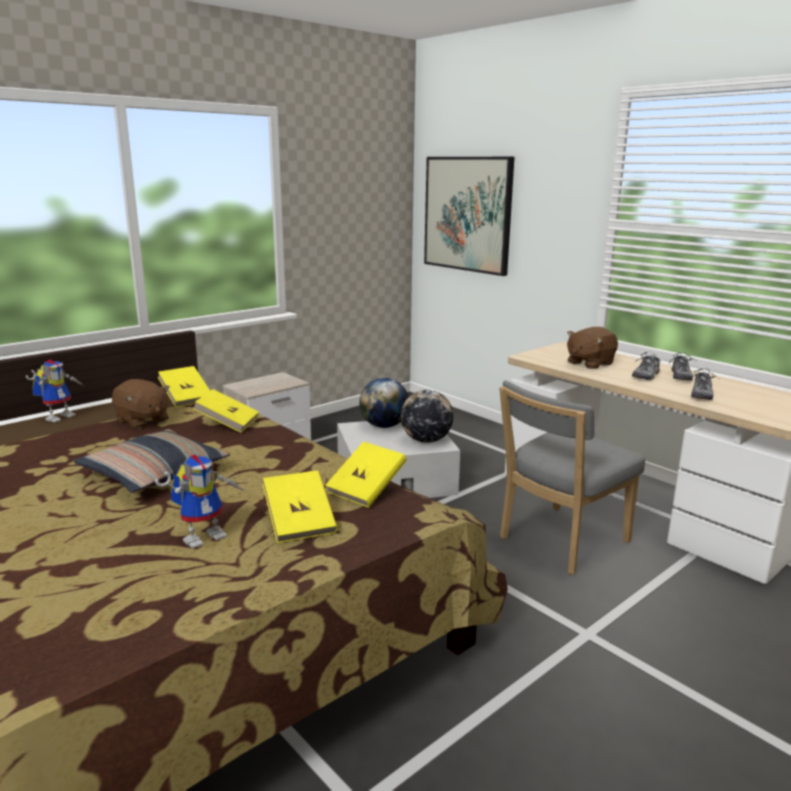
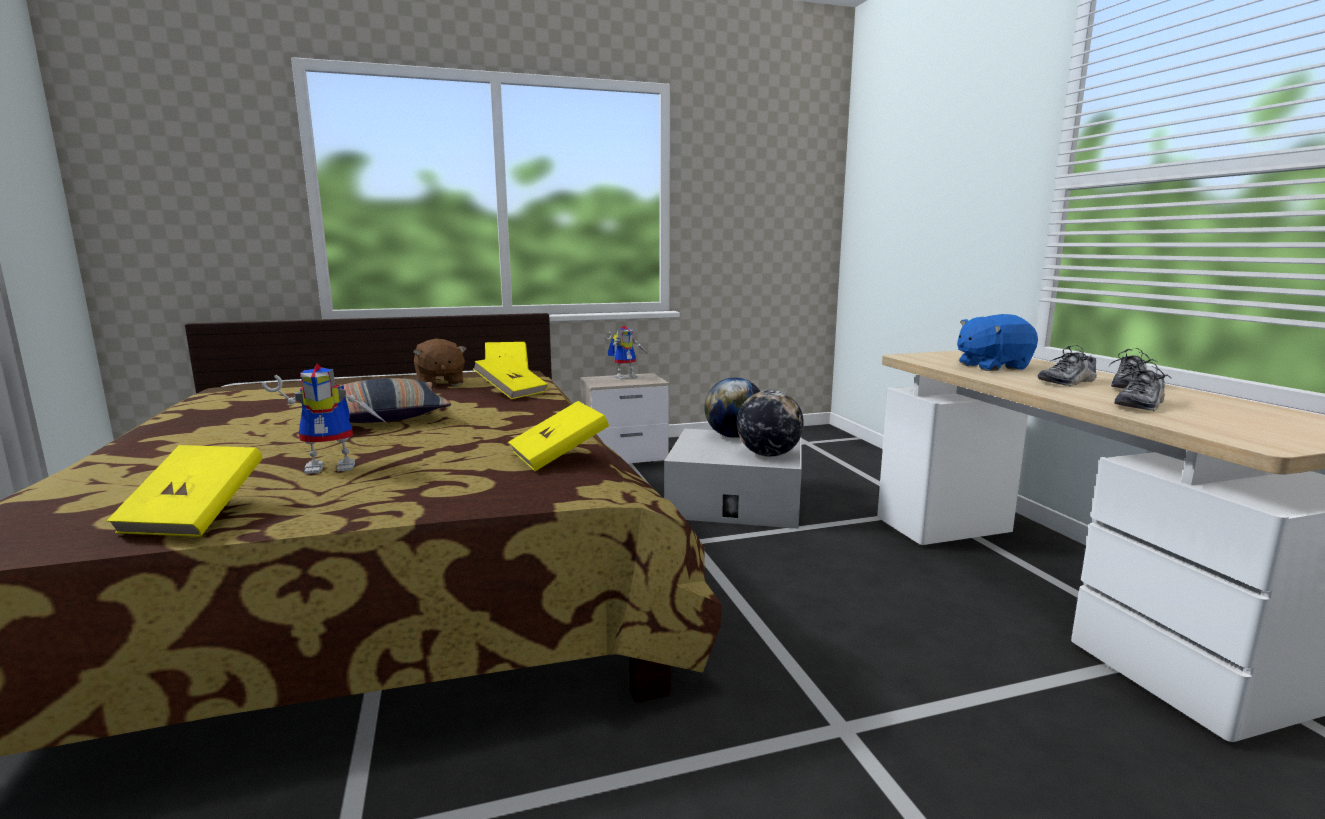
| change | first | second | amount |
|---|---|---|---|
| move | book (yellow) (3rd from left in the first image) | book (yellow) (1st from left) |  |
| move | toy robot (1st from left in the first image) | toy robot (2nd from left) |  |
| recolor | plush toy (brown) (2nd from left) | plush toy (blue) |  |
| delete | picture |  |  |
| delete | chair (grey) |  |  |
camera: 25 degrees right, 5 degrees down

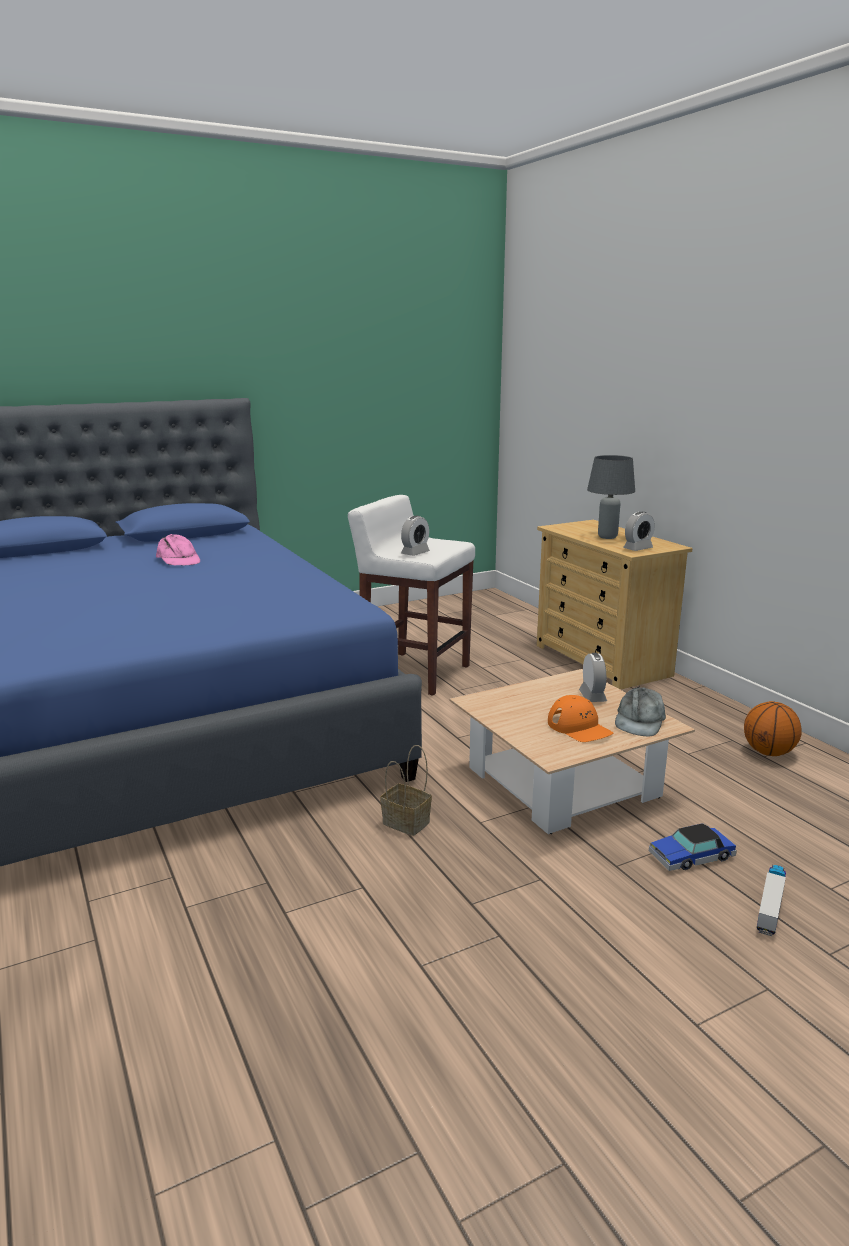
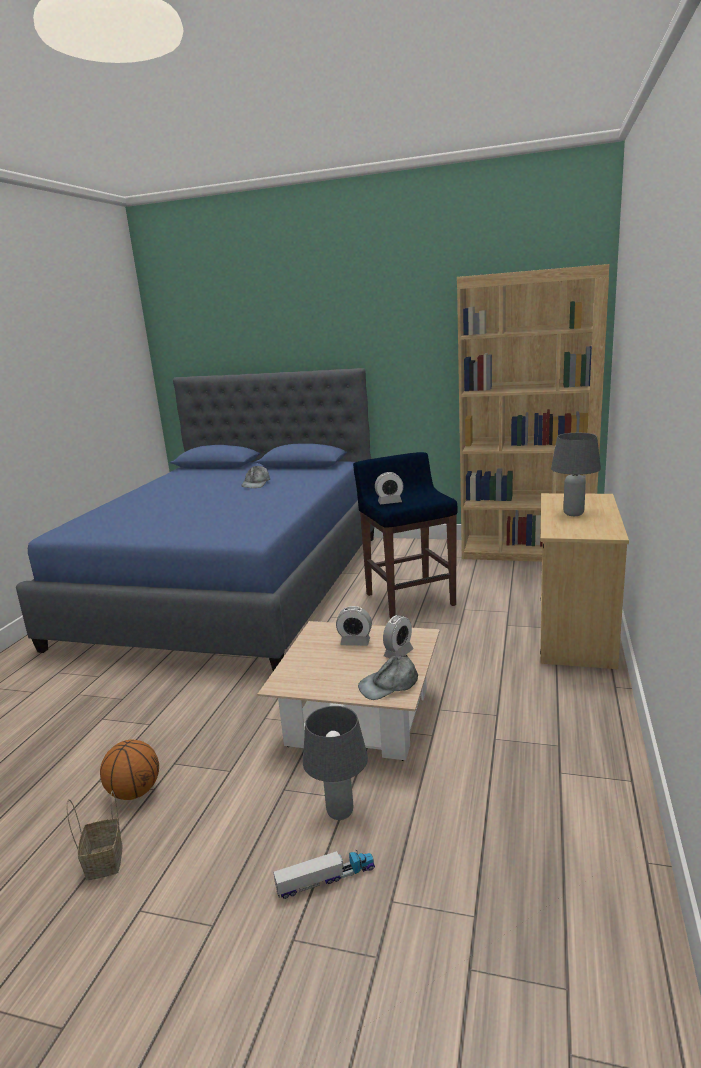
| change | first | second | amount |
|---|---|---|---|
| move | basket |  |  |
| move | basketball |  |  |
| recolor | cap (pink) | cap (grey) (1st from left) |  |
| replace | toy car | table lamp (grey) (1st from left) |  |
| move | alarm clock (3rd from left in the first image) | alarm clock (1st from left) |  |
| recolor | stool (white) | stool (blue) |  |
| insert |  | bookcase (brown) |  |
| delete | cap (orange) |  |  |
camera: 45 degrees right, 0 degrees up

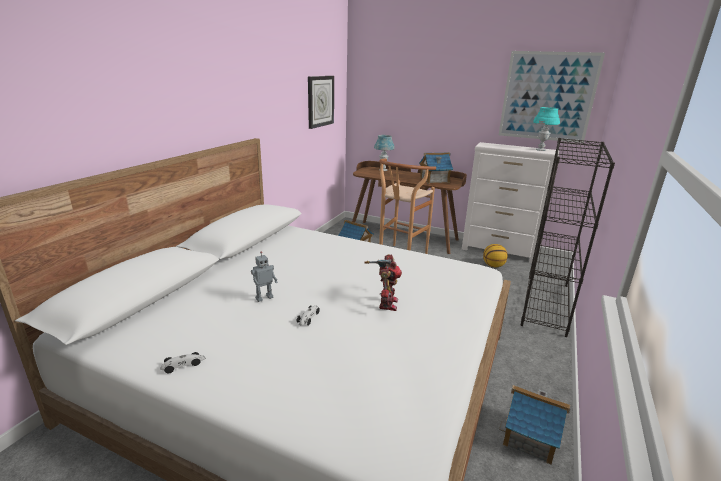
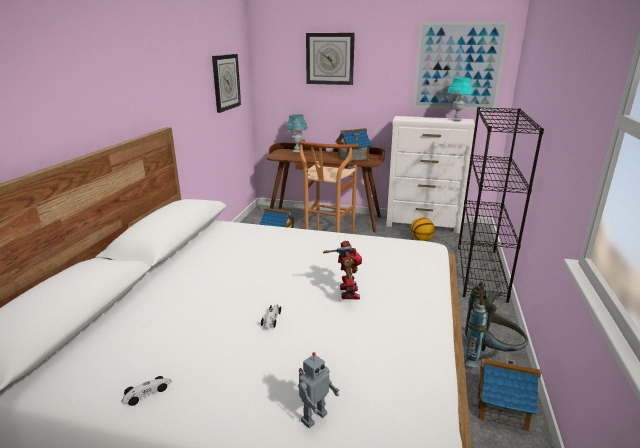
| change | first | second | amount |
|---|---|---|---|
| move | toy robot (1st from left) |  |  |
| insert |  | wall clock (2nd from left) |  |
| insert |  | backpack (grey) |  |
camera: 10 degrees left, 0 degrees up

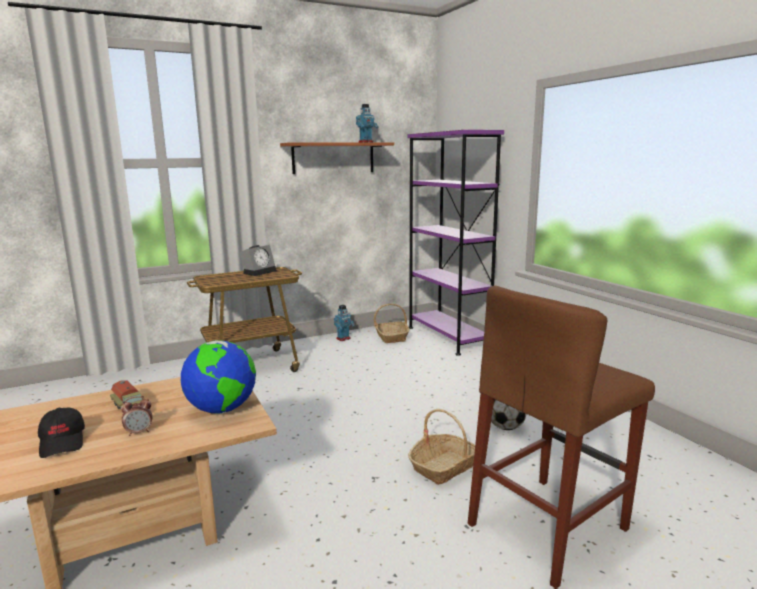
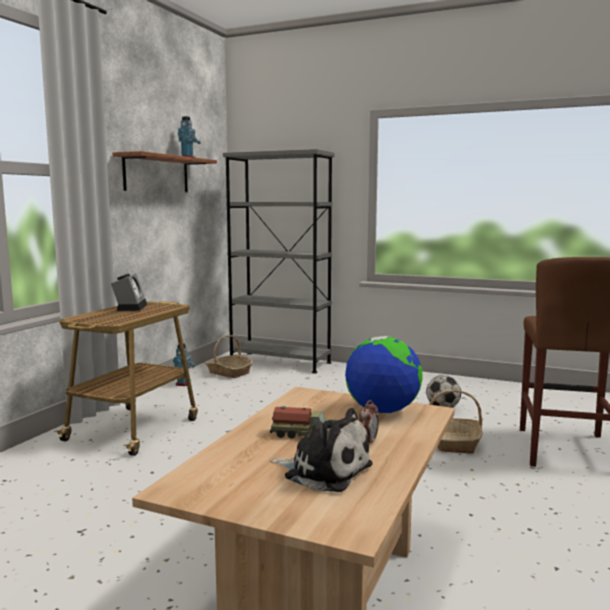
| change | first | second | amount |
|---|---|---|---|
| recolor | bookcase (purple) | bookcase (grey) |  |
| replace | cap (black) | plush toy |  |
camera: 40 degrees left, 5 degrees down

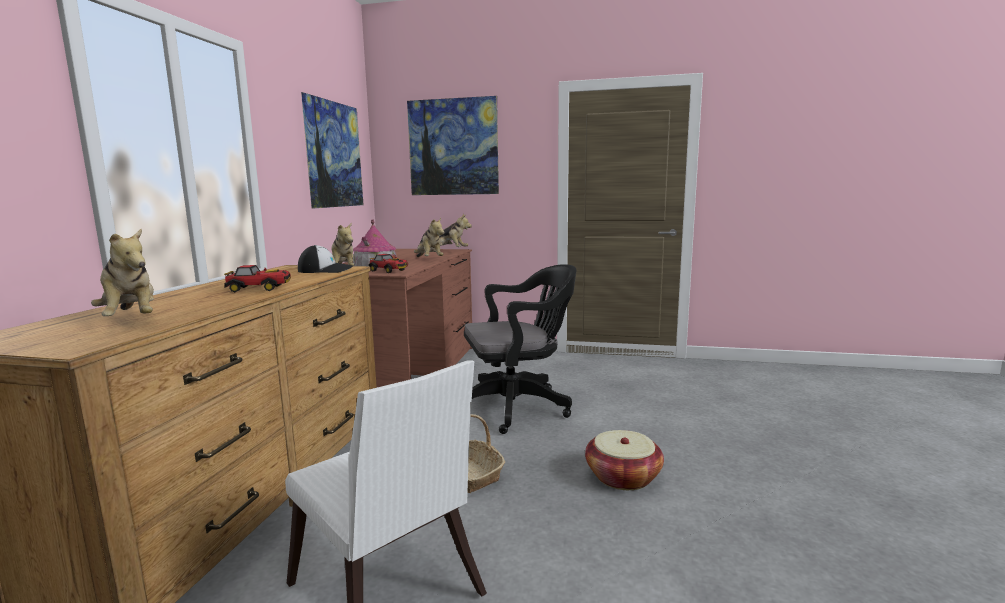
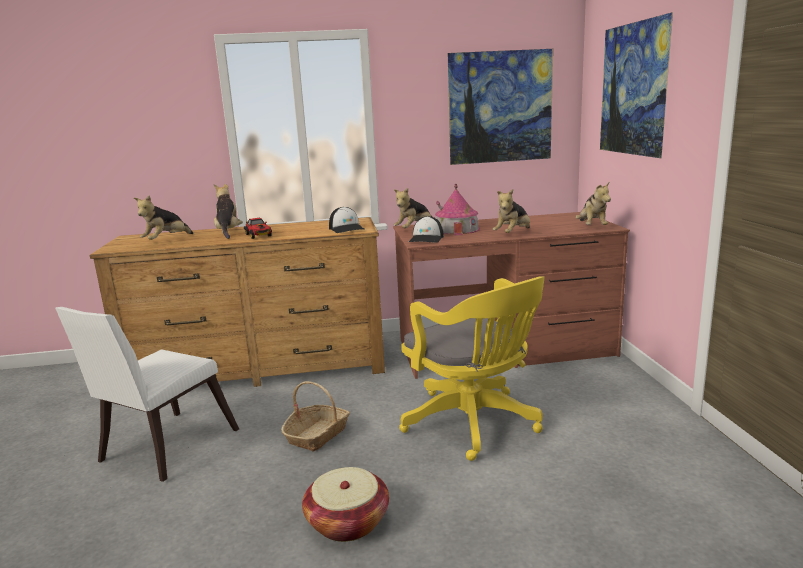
| change | first | second | amount |
|---|---|---|---|
| insert |  | plush toy (2nd from left) |  |
| recolor | office chair (black) | office chair (yellow) |  |
| replace | toy car (2nd from left) | cap (2nd from left) |  |
camera: 70 degrees right, 5 degrees up

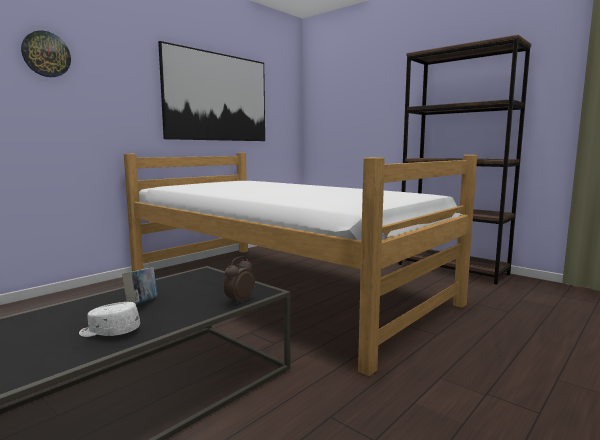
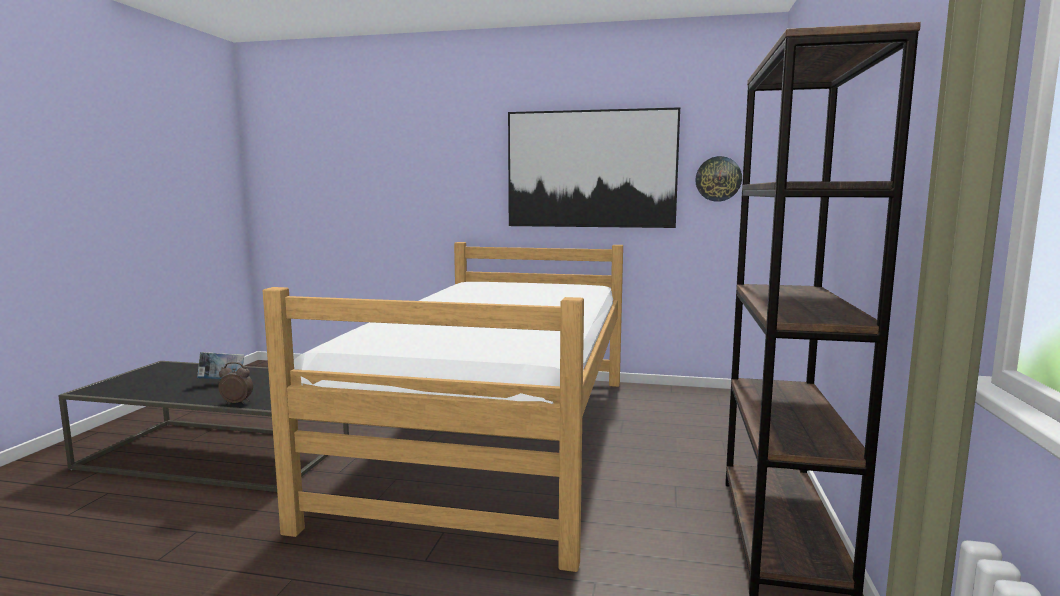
| change | first | second | amount |
|---|---|---|---|
| move | wall clock |  |  |
| delete | cap (white) |  |  |
camera: 60 degrees right, 0 degrees up

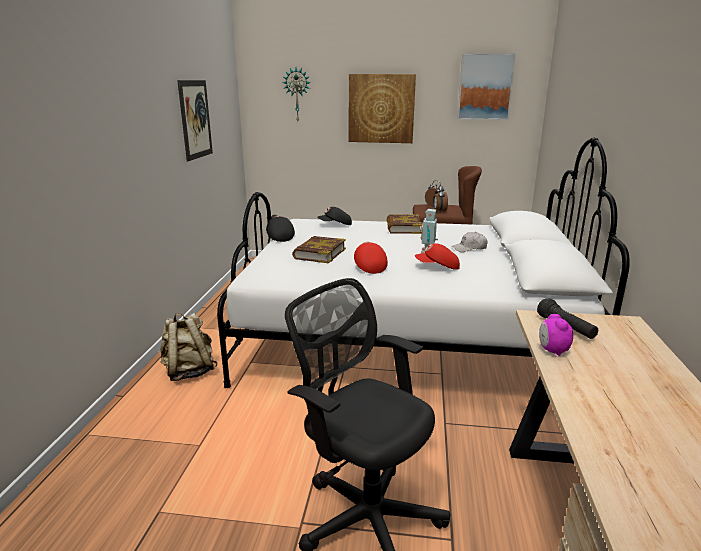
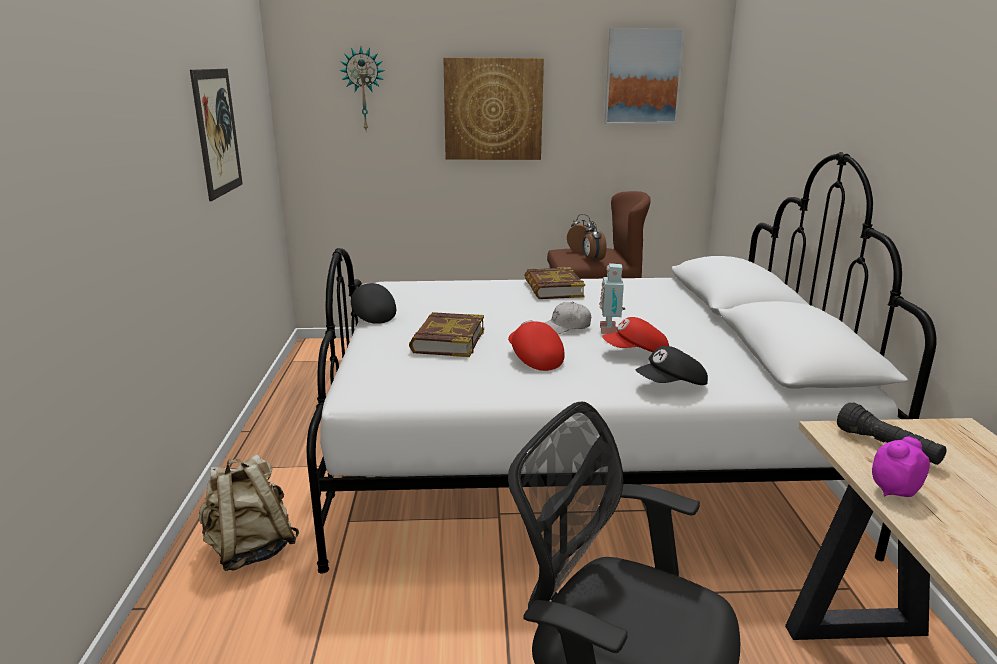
| change | first | second | amount |
|---|---|---|---|
| move | cap (white) |  |  |
| move | cap (black) (2nd from left) |  |  |
| rotate | alarm clock (3rd from left) |  | 75 degrees clockwise |
camera: 10 degrees left, 0 degrees up

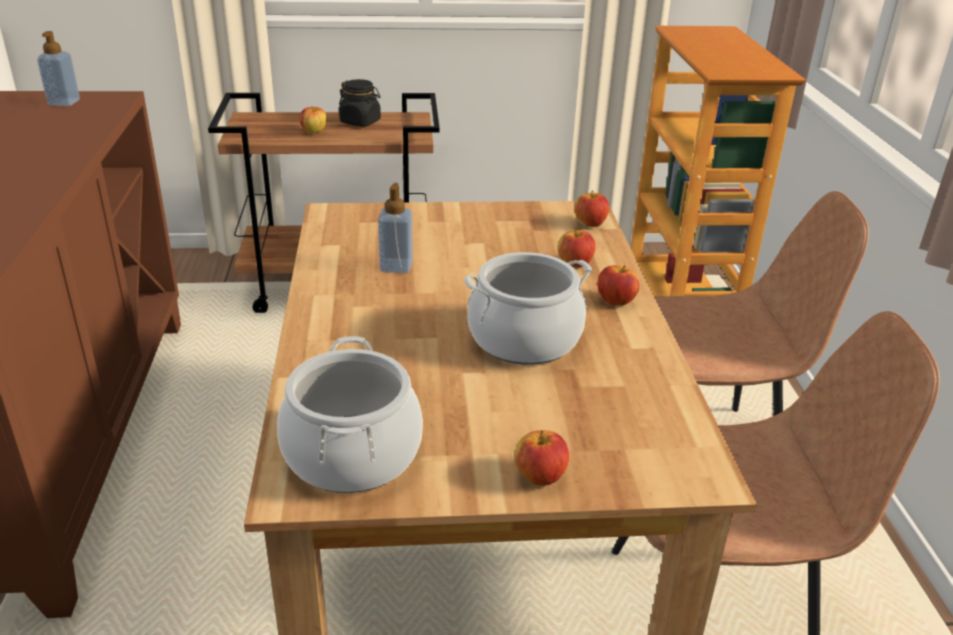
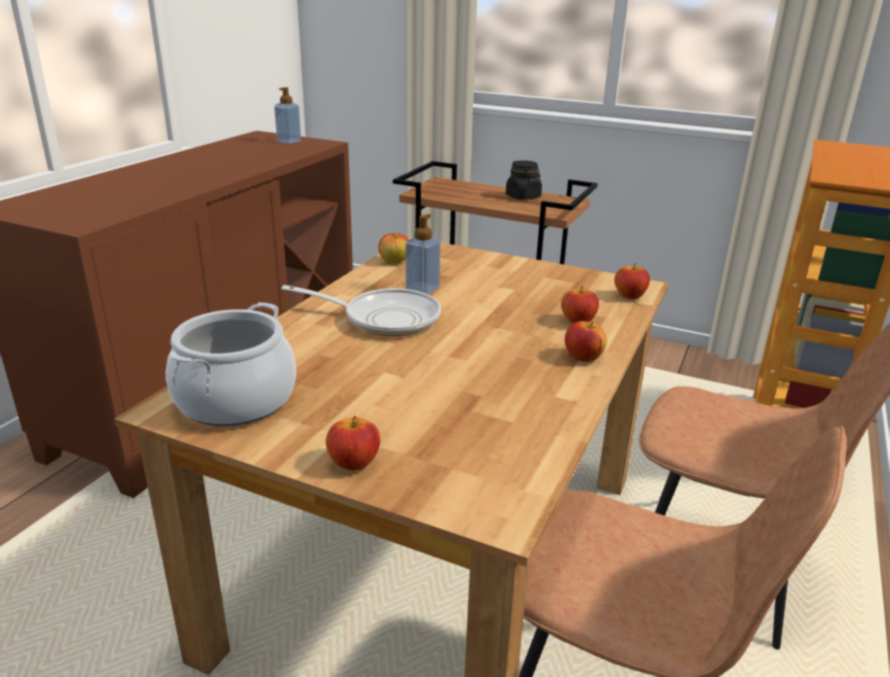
| change | first | second | amount |
|---|---|---|---|
| insert |  | frying pan |  |
| move | apple (1st from left in the first image) | apple (2nd from left) |  |
| delete | cooking pot (2nd from left) |  |  |
camera: 30 degrees right, 5 degrees down

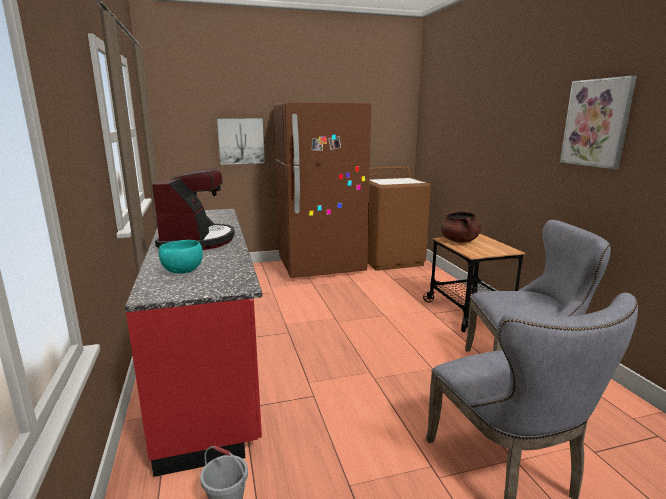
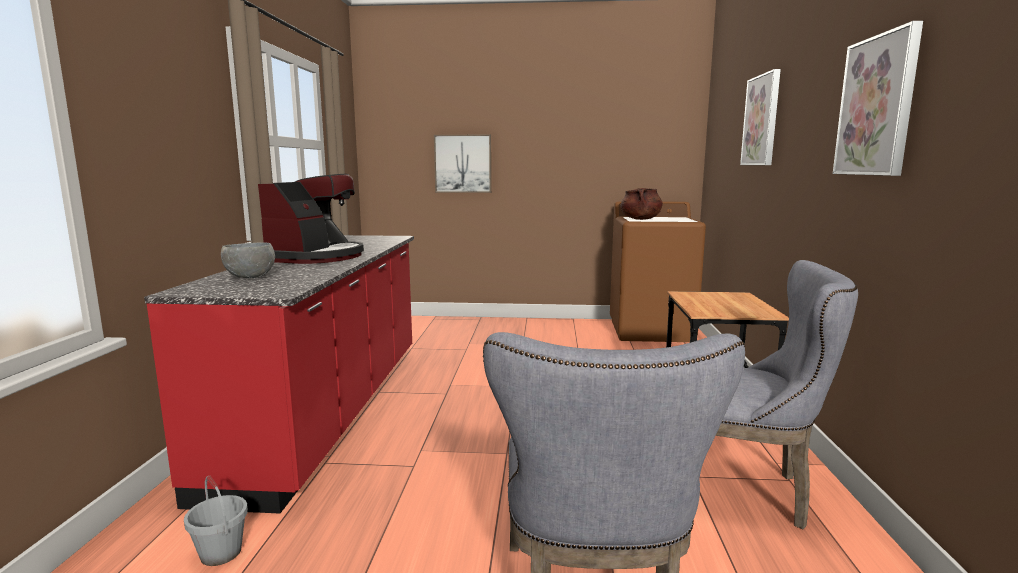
| change | first | second | amount |
|---|---|---|---|
| recolor | bowl (turquoise) | bowl (grey) |  |
| move | cooking pot (brown) |  |  |
| insert |  | picture (2nd from left) |  |
| delete | fridge (brown) |  |  |
camera: 20 degrees right, 5 degrees down

